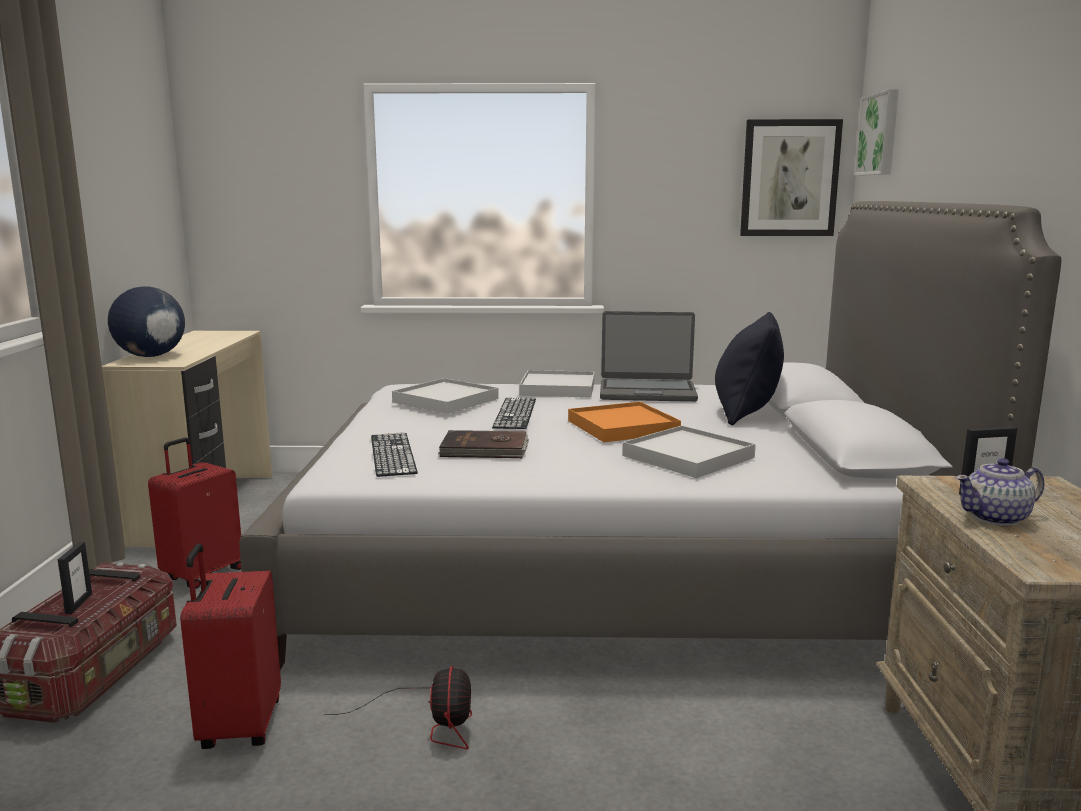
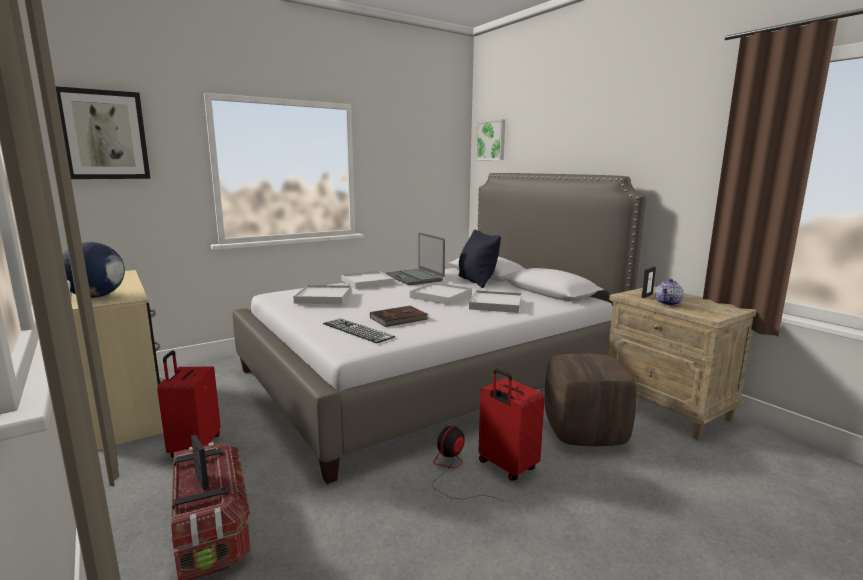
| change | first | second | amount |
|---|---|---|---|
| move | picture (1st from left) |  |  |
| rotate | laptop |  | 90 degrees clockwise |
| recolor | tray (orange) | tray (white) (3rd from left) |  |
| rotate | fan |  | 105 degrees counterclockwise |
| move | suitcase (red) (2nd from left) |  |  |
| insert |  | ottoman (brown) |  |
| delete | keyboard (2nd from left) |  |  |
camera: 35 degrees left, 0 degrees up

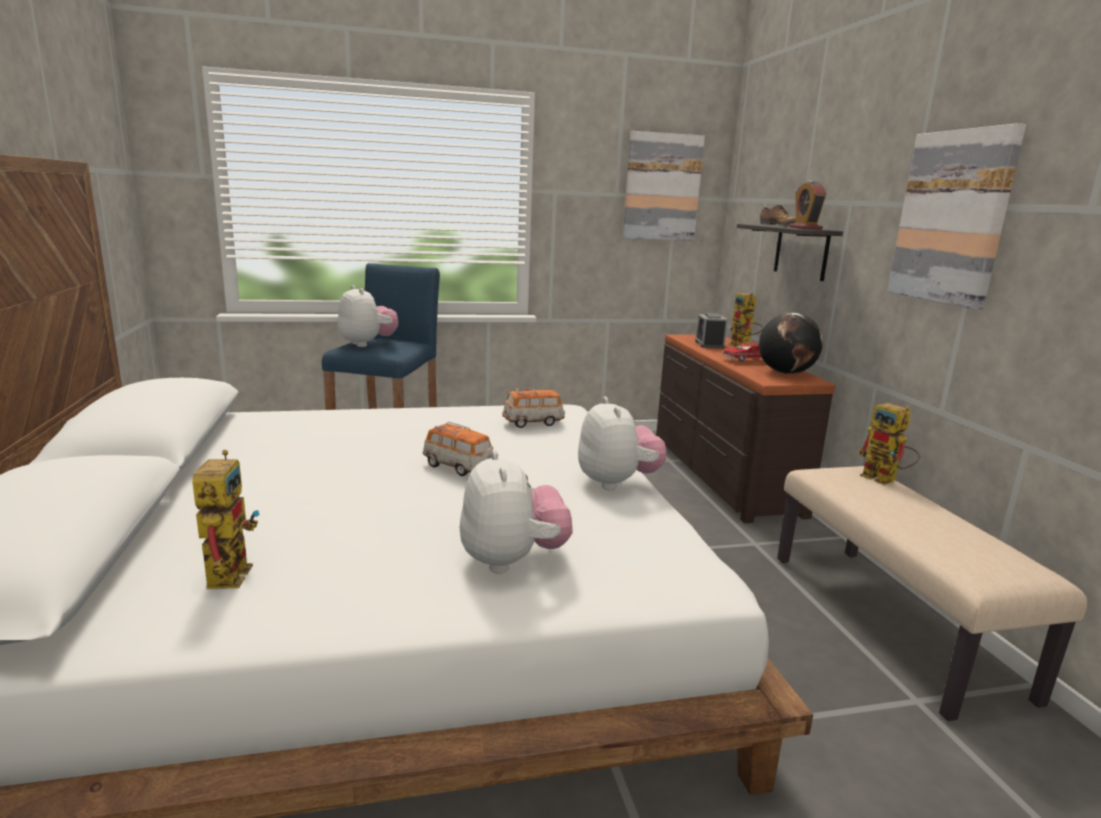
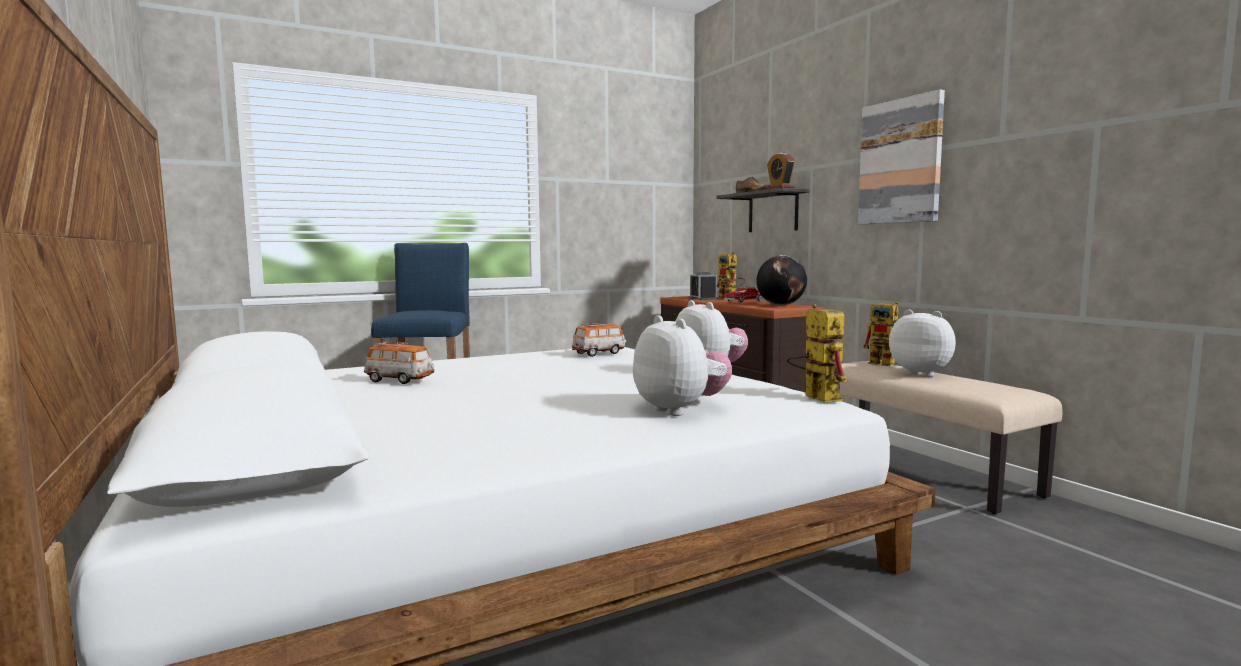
| change | first | second | amount |
|---|---|---|---|
| move | toy car (1st from left) |  |  |
| move | toy robot (1st from left in the first image) | toy robot (2nd from left) |  |
| move | plush toy (1st from left in the first image) | plush toy (3rd from left) |  |
| delete | picture (1st from left) |  |  |
camera: 15 degrees left, 10 degrees down

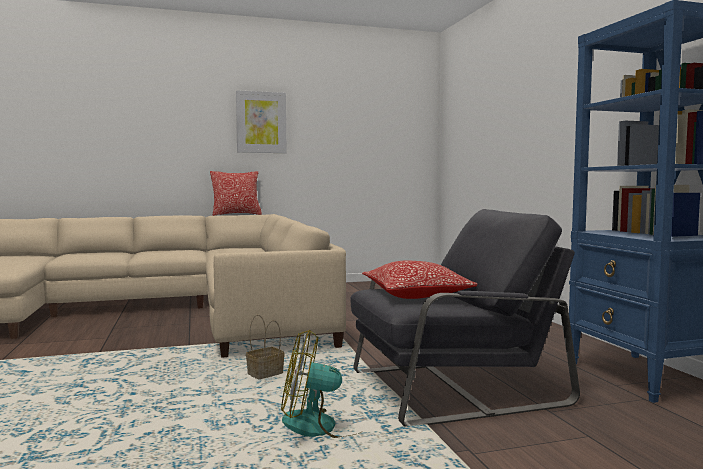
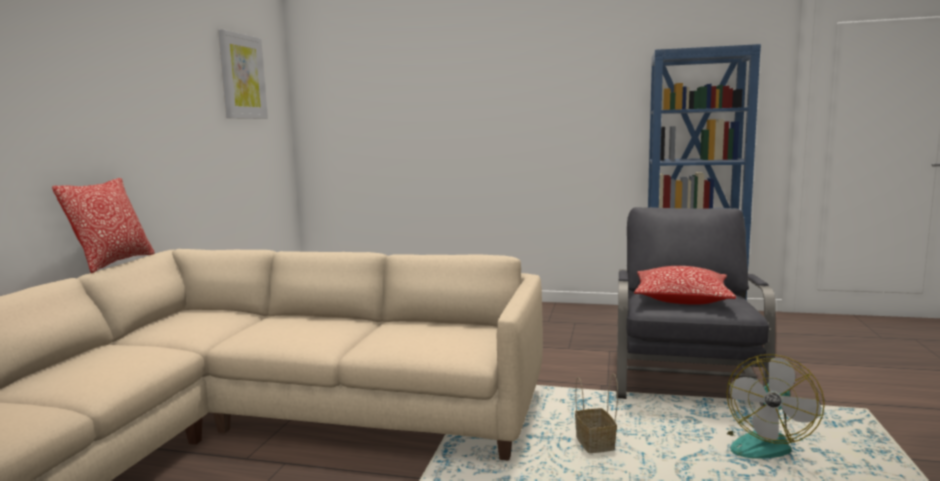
| change | first | second | amount |
|---|---|---|---|
| move | picture |  |  |
camera: 60 degrees left, 5 degrees up

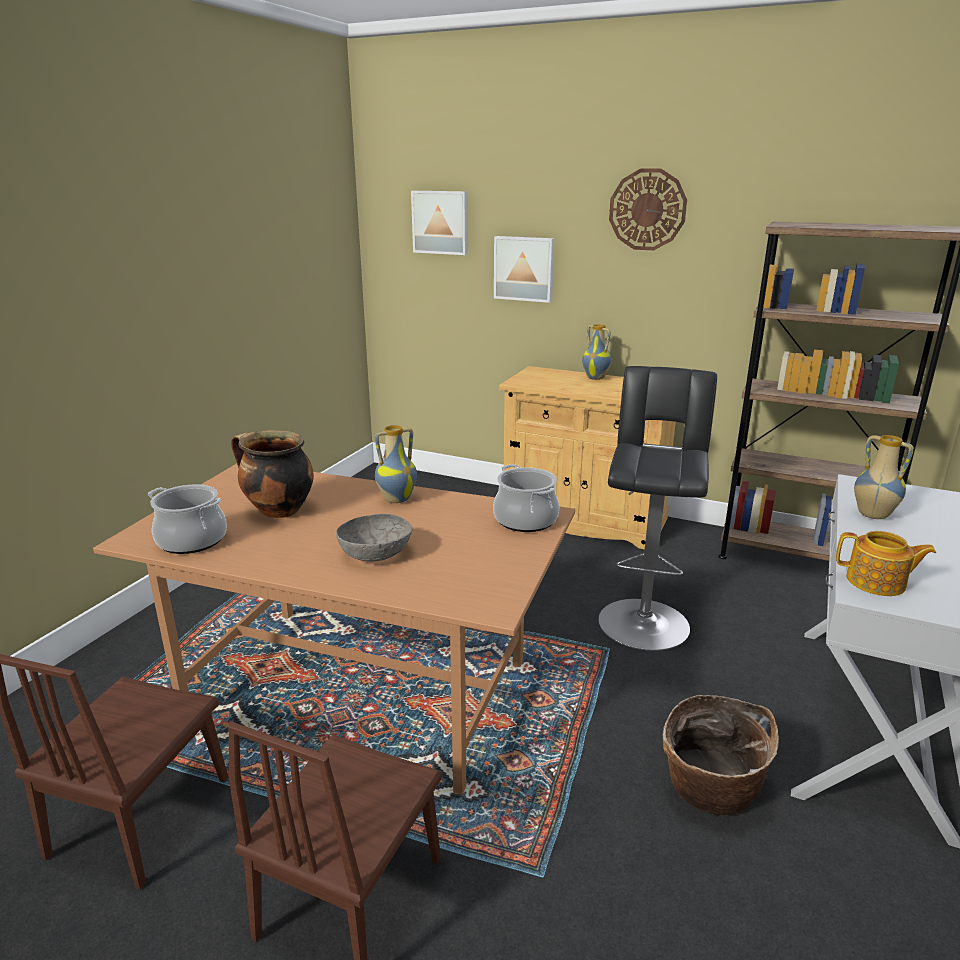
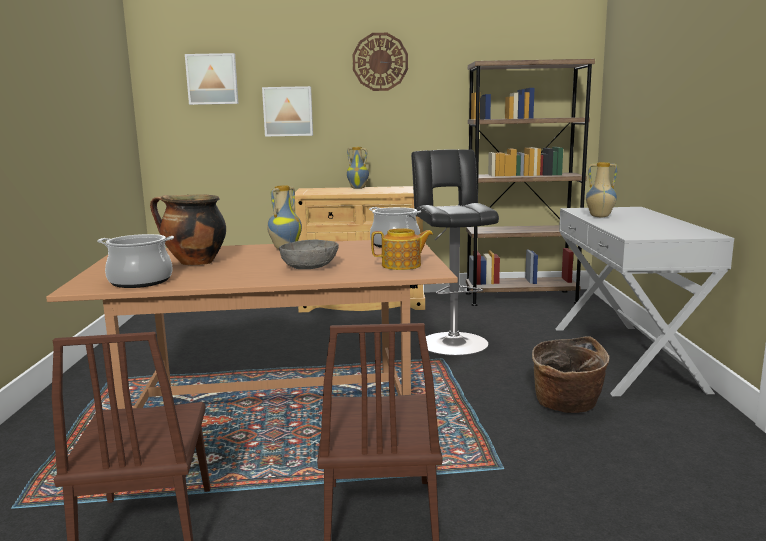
| change | first | second | amount |
|---|---|---|---|
| move | teapot |  |  |
camera: 25 degrees left, 10 degrees down

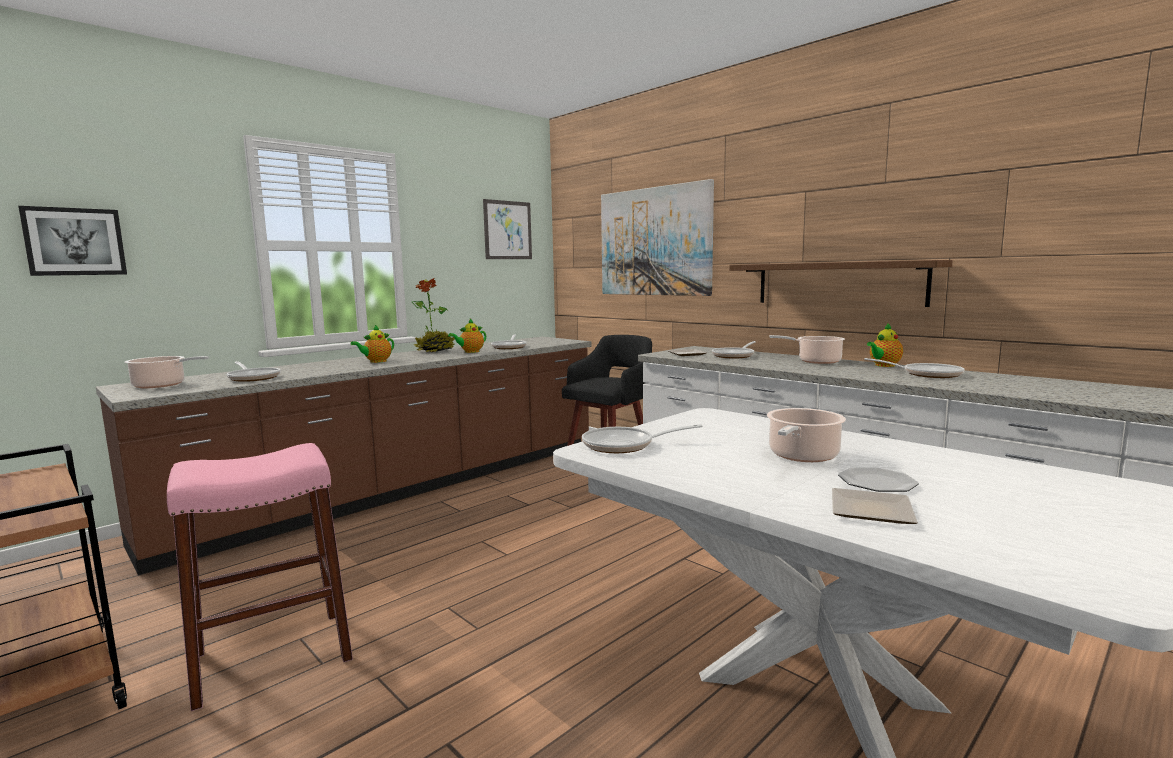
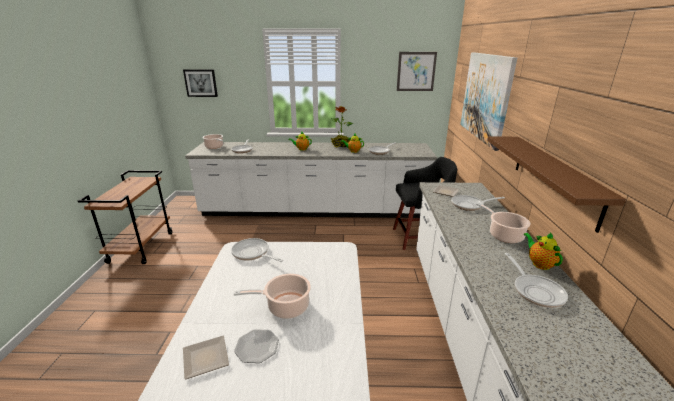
| change | first | second | amount |
|---|---|---|---|
| recolor | counter (brown) | counter (white) (1st from left) |  |
| rotate | teapot (3rd from left) |  | 60 degrees clockwise |
| delete | stool (pink) |  |  |
camera: 45 degrees right, 15 degrees up

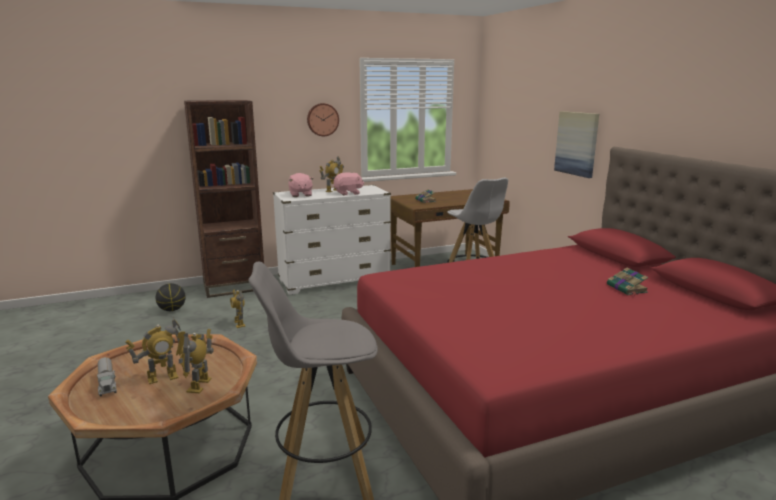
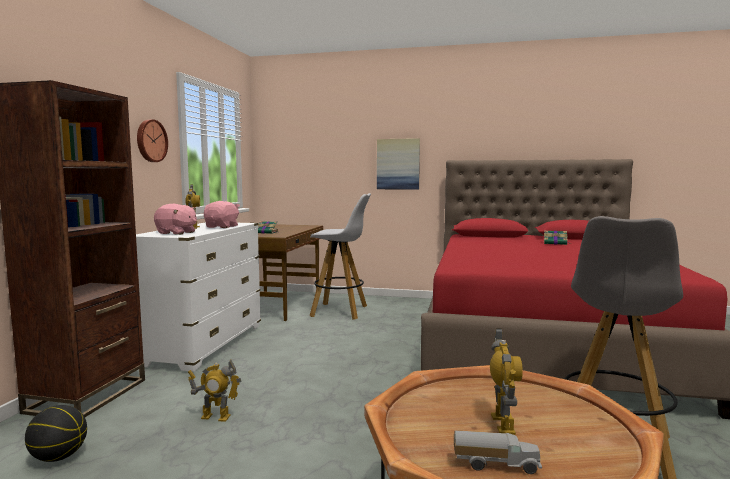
| change | first | second | amount |
|---|---|---|---|
| delete | toy robot (2nd from left) |  |  |
camera: 55 degrees left, 10 degrees down

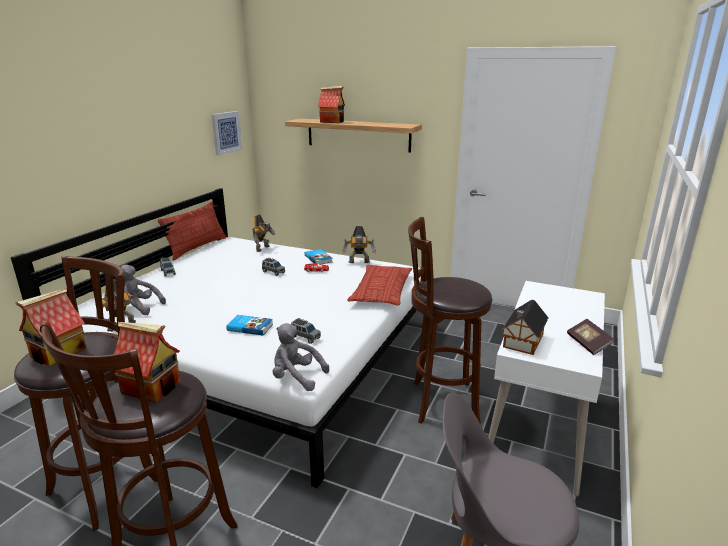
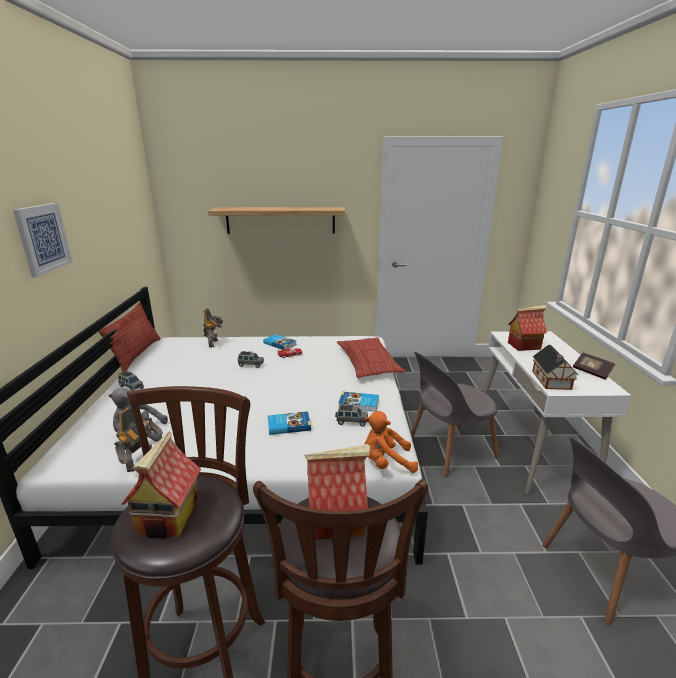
| change | first | second | amount |
|---|---|---|---|
| move | picture |  |  |
| insert |  | book (3rd from left) |  |
| recolor | plush toy (grey) (2nd from left) | plush toy (orange) |  |
| replace | stool (brown) (3rd from left) | chair (grey) (1st from left) |  |
| move | toy house (3rd from left) |  |  |
| delete | toy robot (3rd from left) |  |  |
camera: 25 degrees left, 0 degrees up

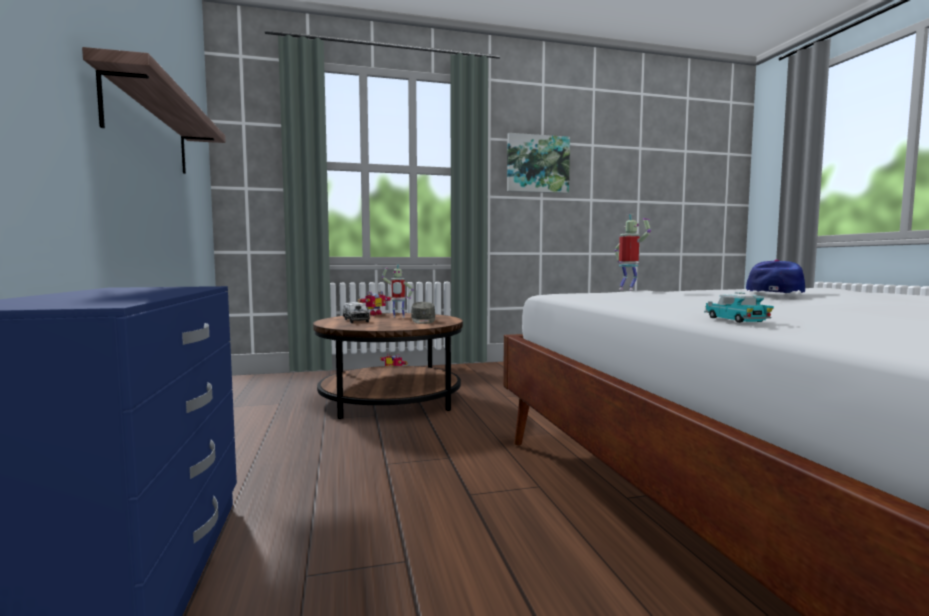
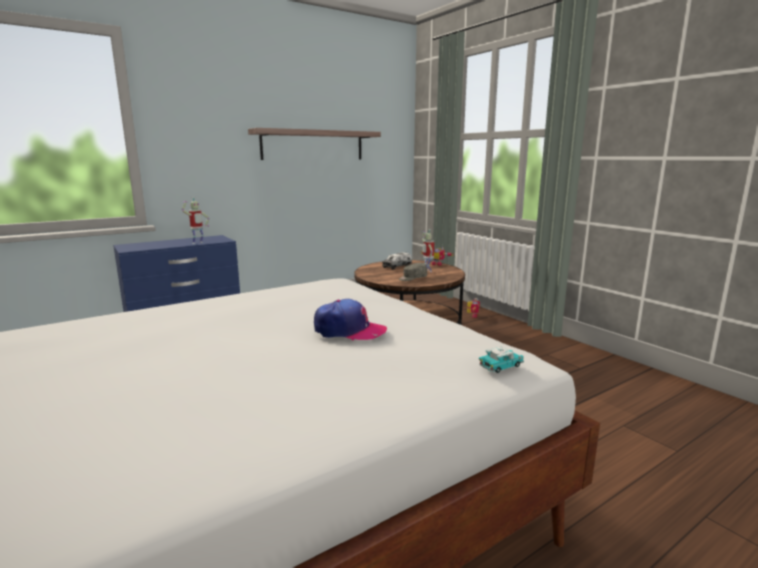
| change | first | second | amount |
|---|---|---|---|
| move | toy robot (4th from left in the first image) | toy robot (1st from left) |  |
| move | toy car |  |  |
| delete | picture |  |  |
camera: 70 degrees right, 10 degrees up

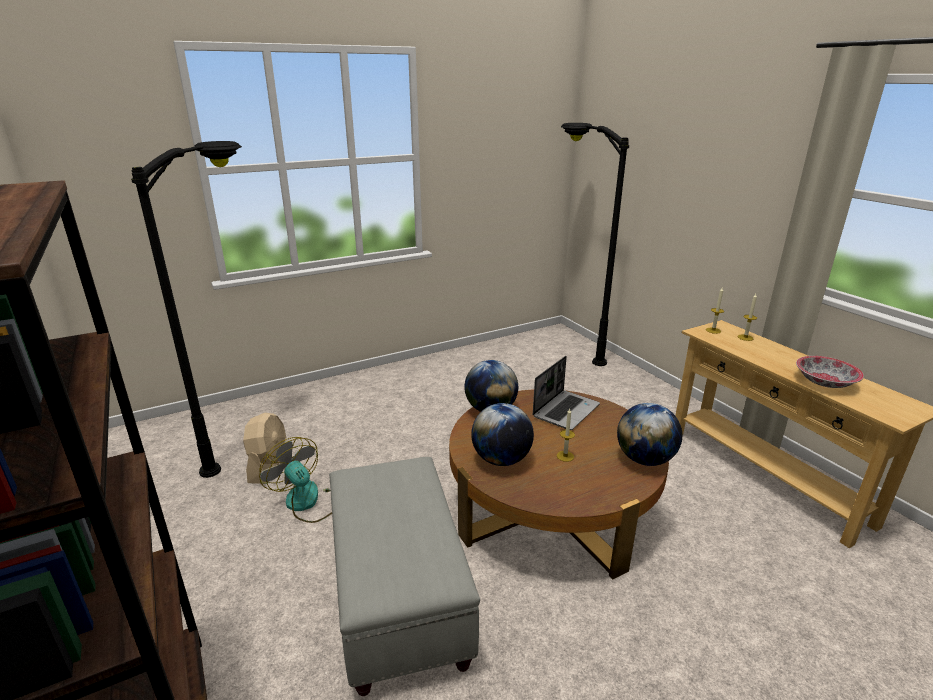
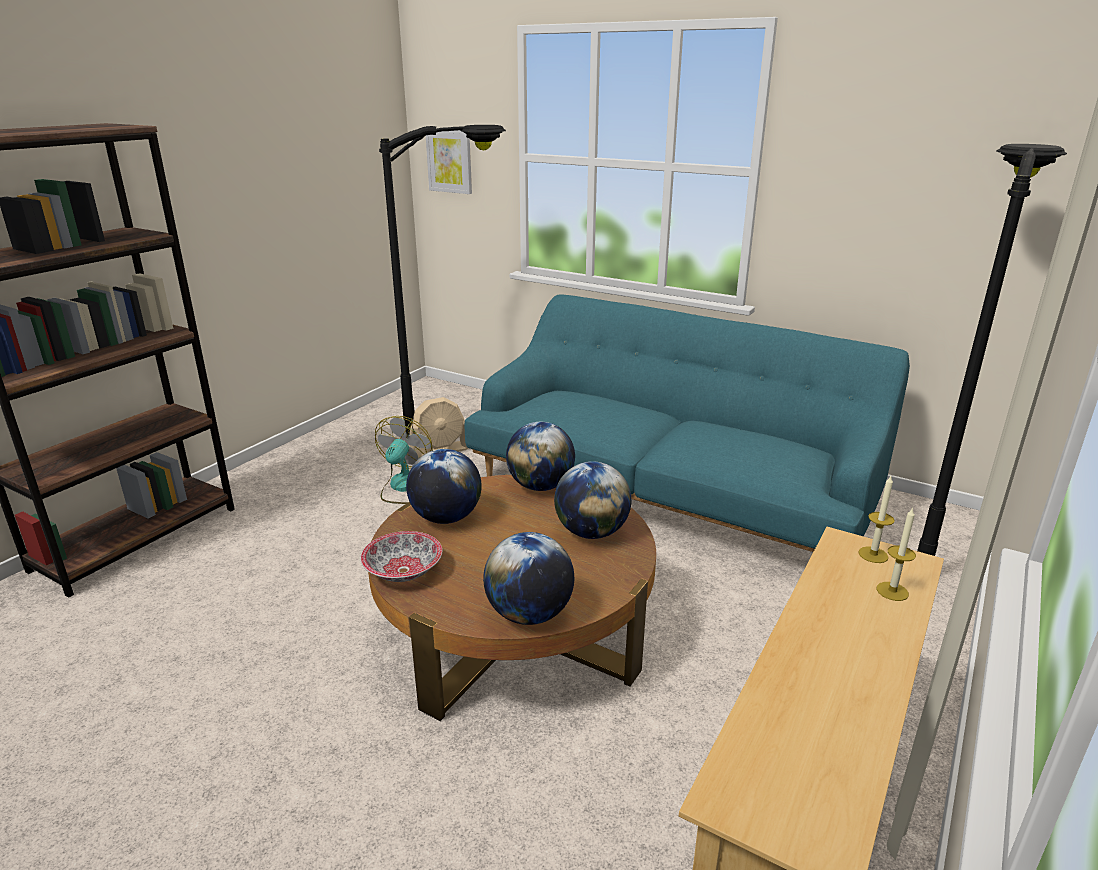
| change | first | second | amount |
|---|---|---|---|
| move | bowl |  |  |
| insert |  | picture |  |
| insert |  | sofa (turquoise) |  |
| replace | laptop | globe (4th from left) |  |
| delete | ottoman (grey) |  |  |
| delete | candle (1st from left) |  |  |
camera: 60 degrees right, 0 degrees up

